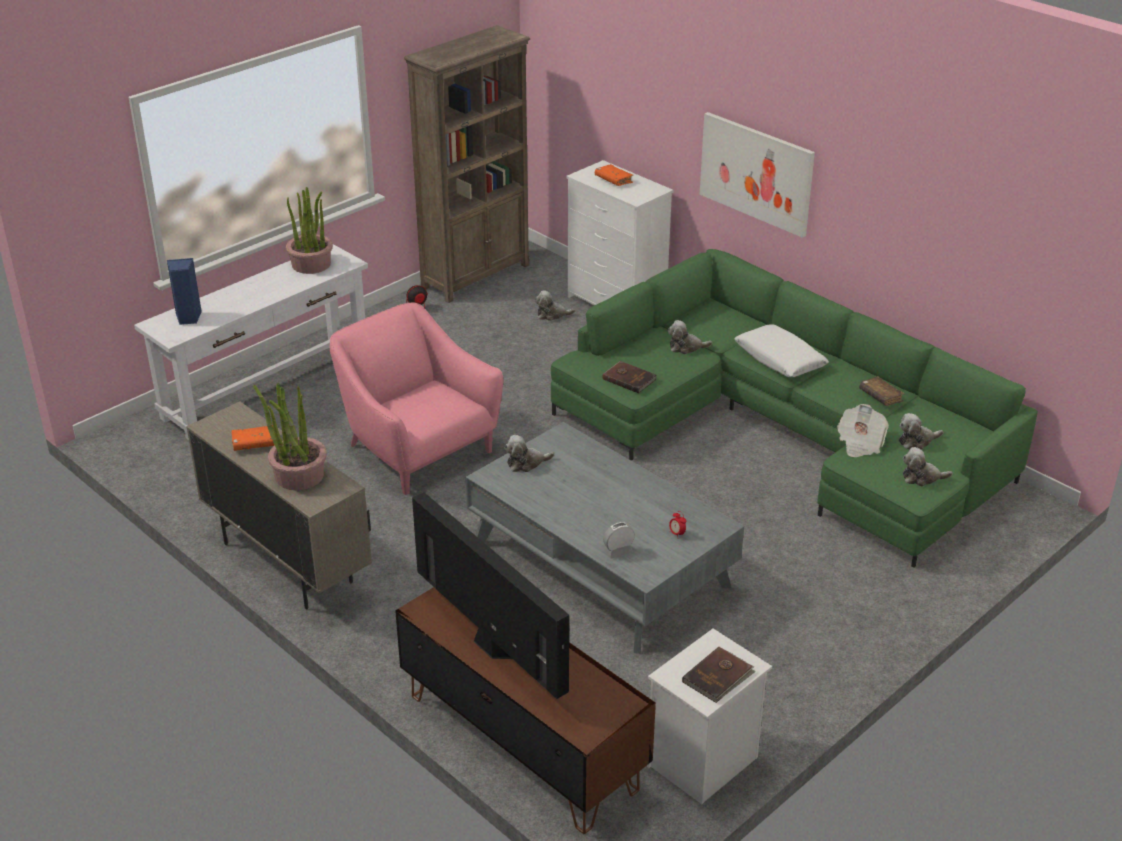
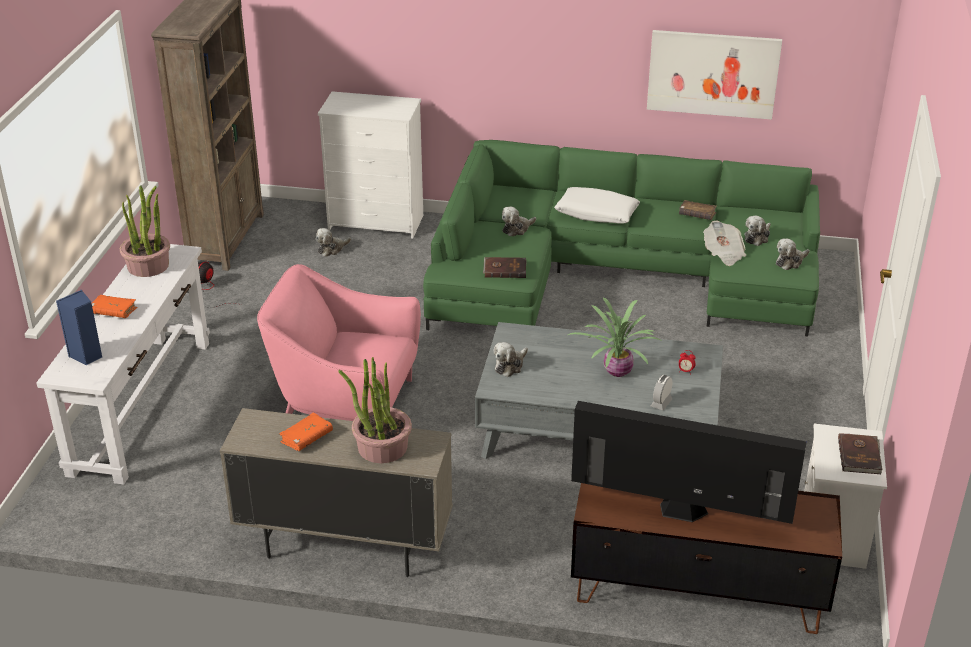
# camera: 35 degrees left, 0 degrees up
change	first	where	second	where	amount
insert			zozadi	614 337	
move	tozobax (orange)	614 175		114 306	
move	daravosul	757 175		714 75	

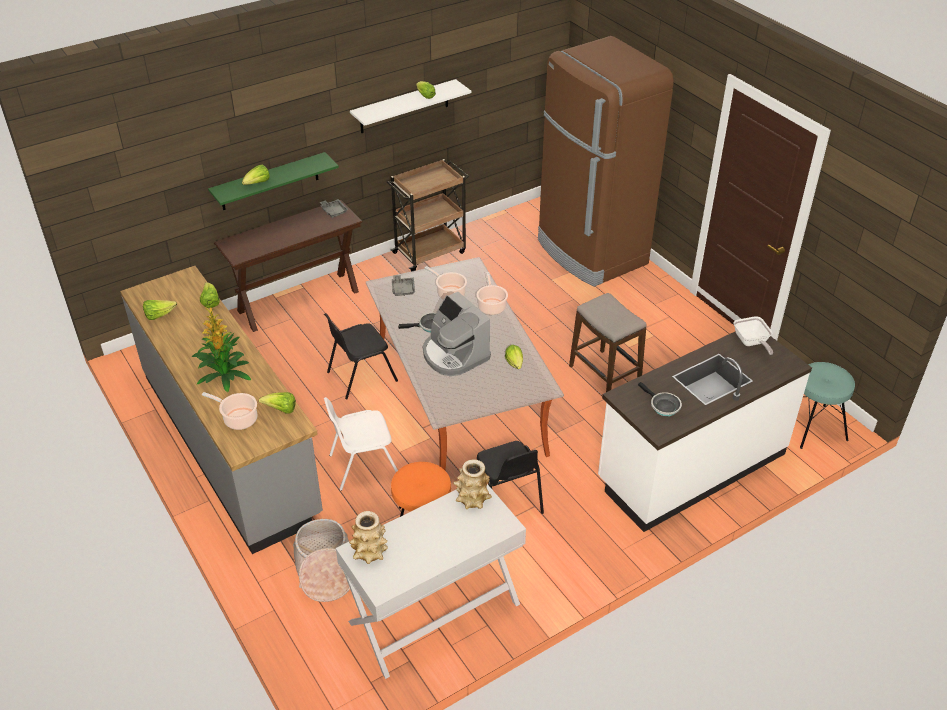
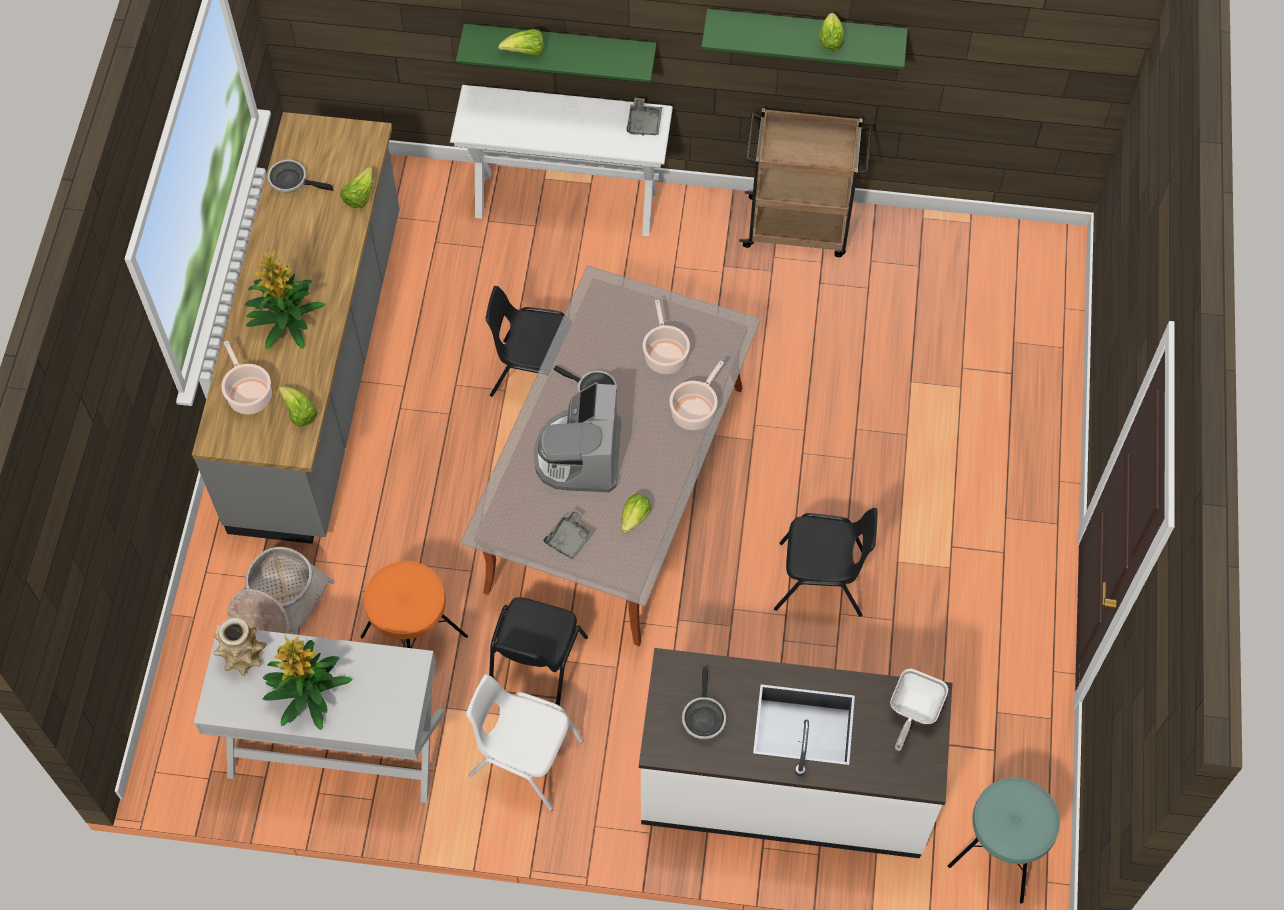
# camera: 40 degrees right, 20 degrees up
change	first	where	second	where	amount
delete	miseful	472 484			
delete	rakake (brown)	606 161			
insert			zozadi	308 683	
move	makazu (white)	361 444		524 742	
move	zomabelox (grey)	403 285		568 534	
replace	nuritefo	160 310	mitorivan	300 176	
replace	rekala	608 342	makazu (black)	825 562	
recolor	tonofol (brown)	288 266	tonofol (white)	561 160	
recolor	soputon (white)	410 106	soputon (green)	804 39	

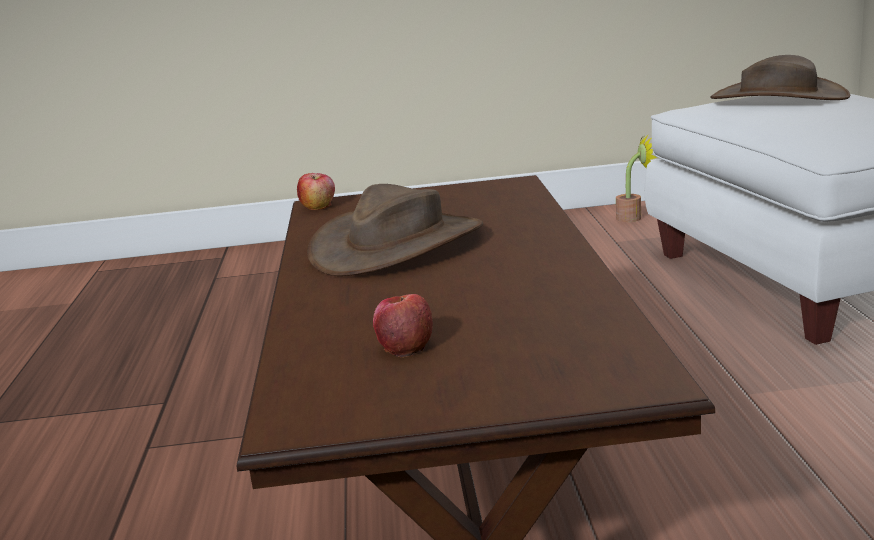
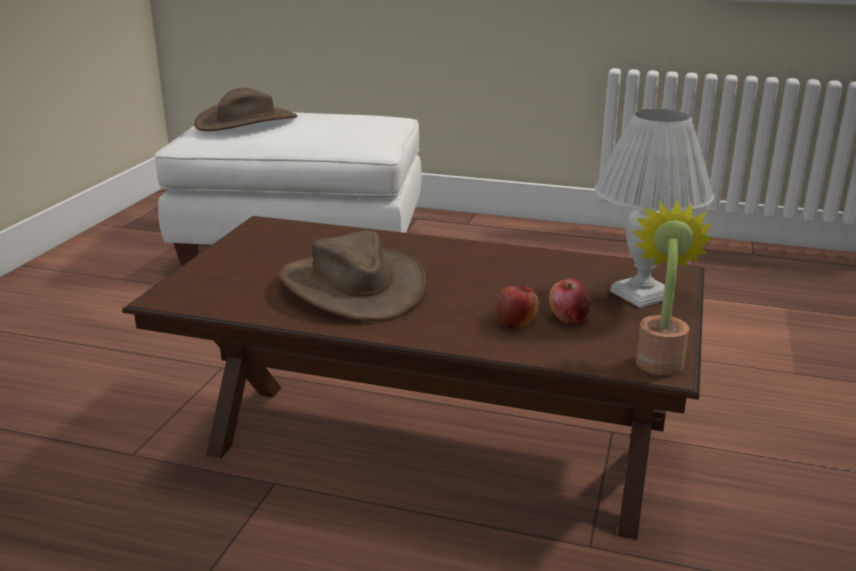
# camera: 70 degrees left, 5 degrees up
change	first	where	second	where	amount
insert			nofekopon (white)	654 208	
move	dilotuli	316 191		517 307	
move	zozadi	636 178		673 287	

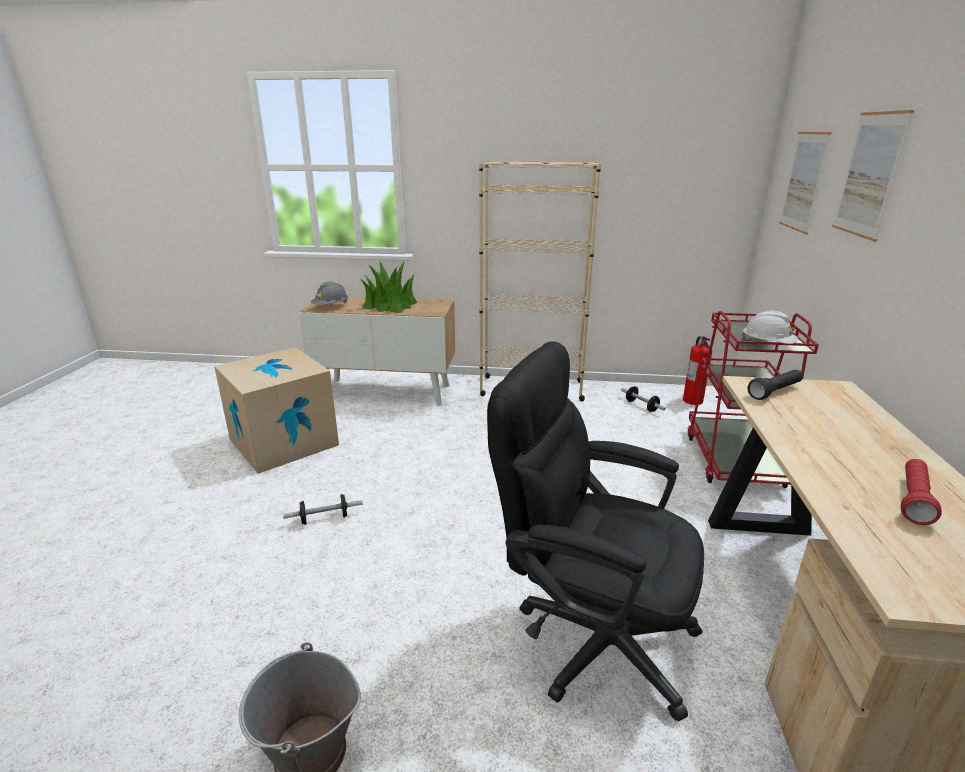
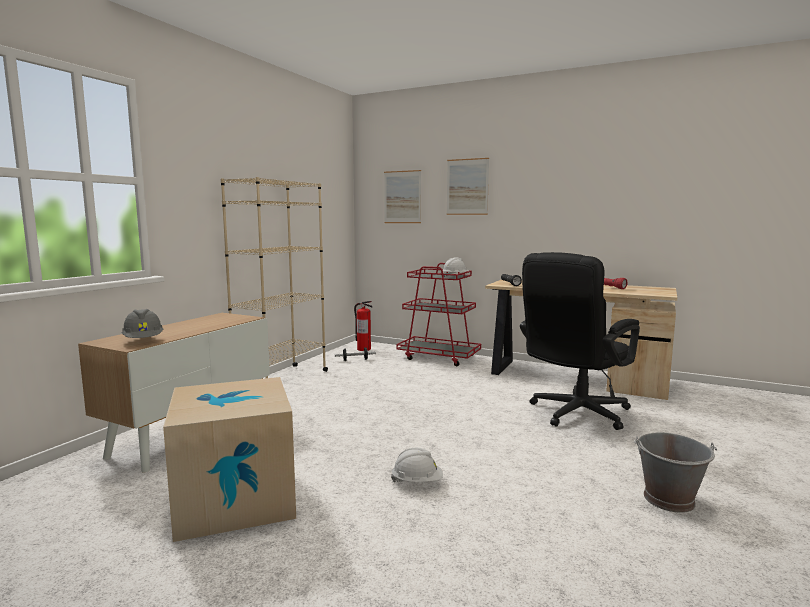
# camera: 70 degrees left, 15 degrees down
change	first	where	second	where	amount
delete	zozadi	389 286			
replace	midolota	323 509	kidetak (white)	417 465	

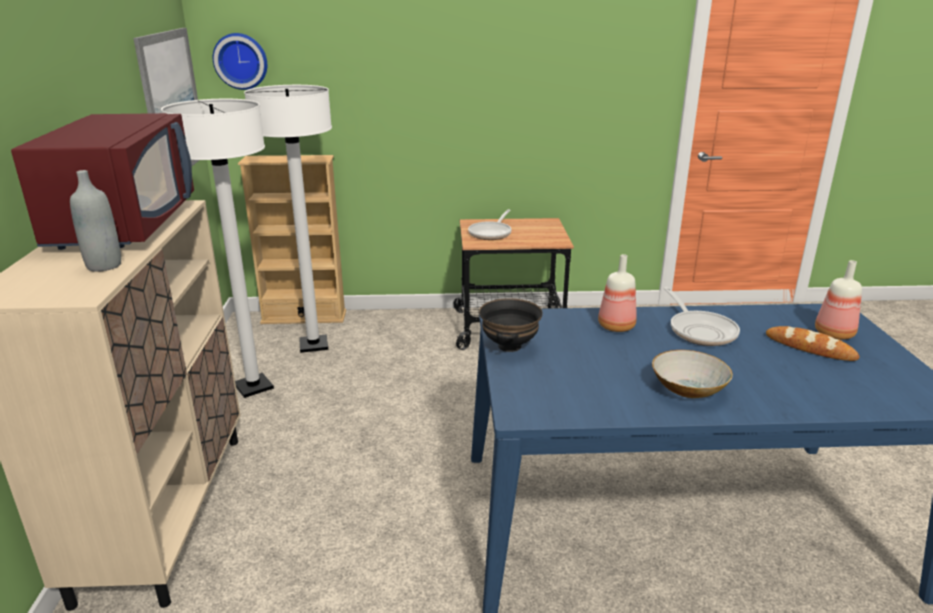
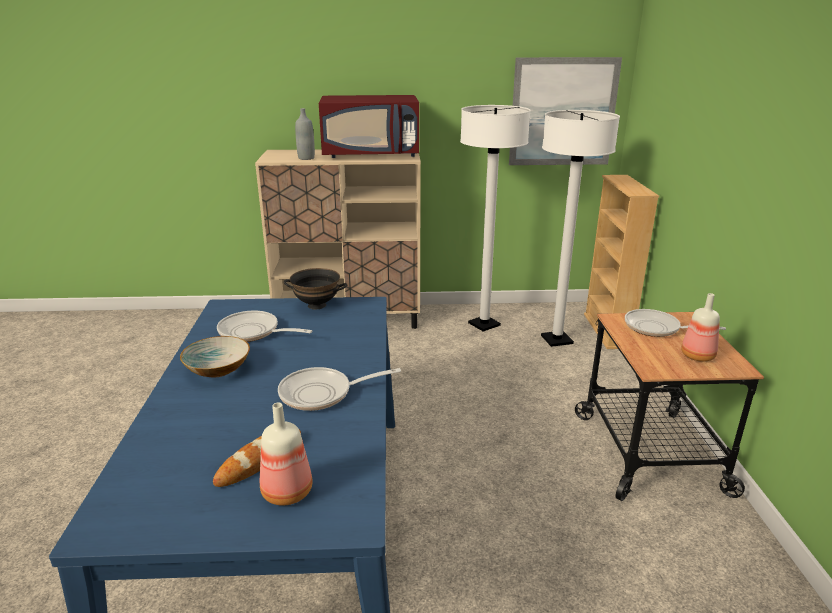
# camera: 90 degrees right, 0 degrees up
change	first	where	second	where	amount
delete	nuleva	240 61			
insert			mitorivan	264 326	
move	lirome	617 293		700 327	

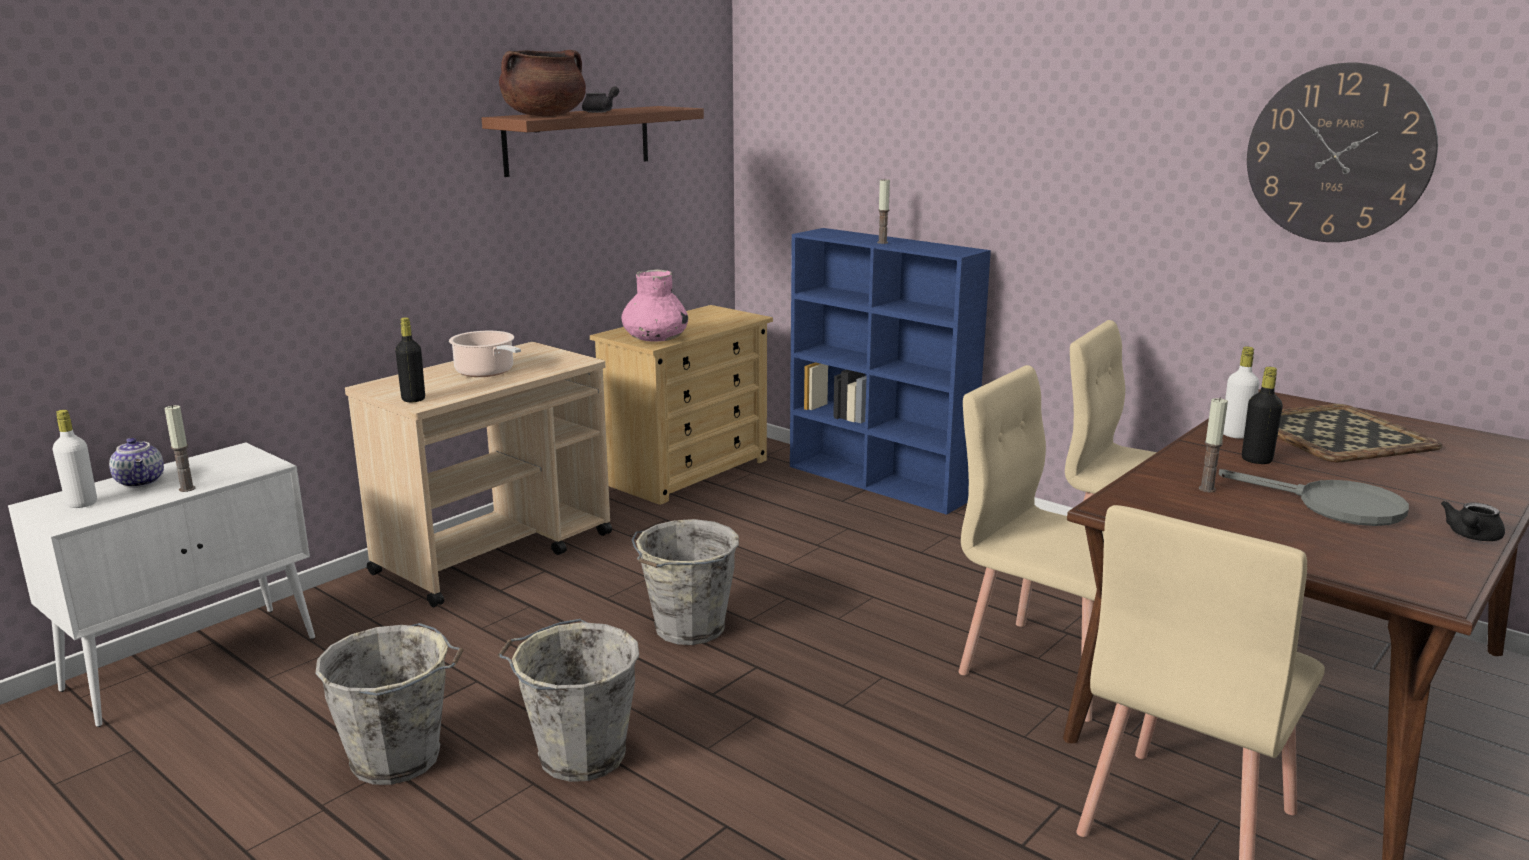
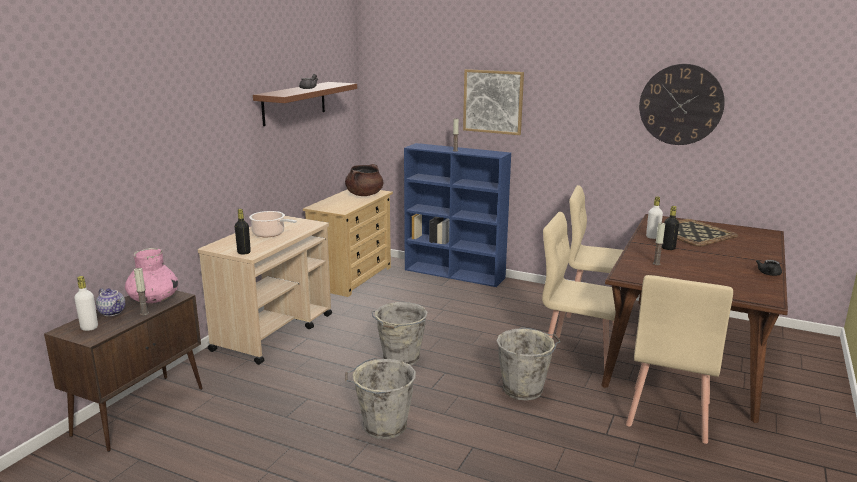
# camera: 15 degrees left, 0 degrees up
change	first	where	second	where	amount
delete	mitorivan (grey)	1314 497			
insert			daravosul	493 102	
move	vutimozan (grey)	389 704		529 363	
move	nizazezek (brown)	542 83		364 180	
move	miseful (pink)	655 305		151 275	
recolor	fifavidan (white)	161 584	fifavidan (brown)	123 371	

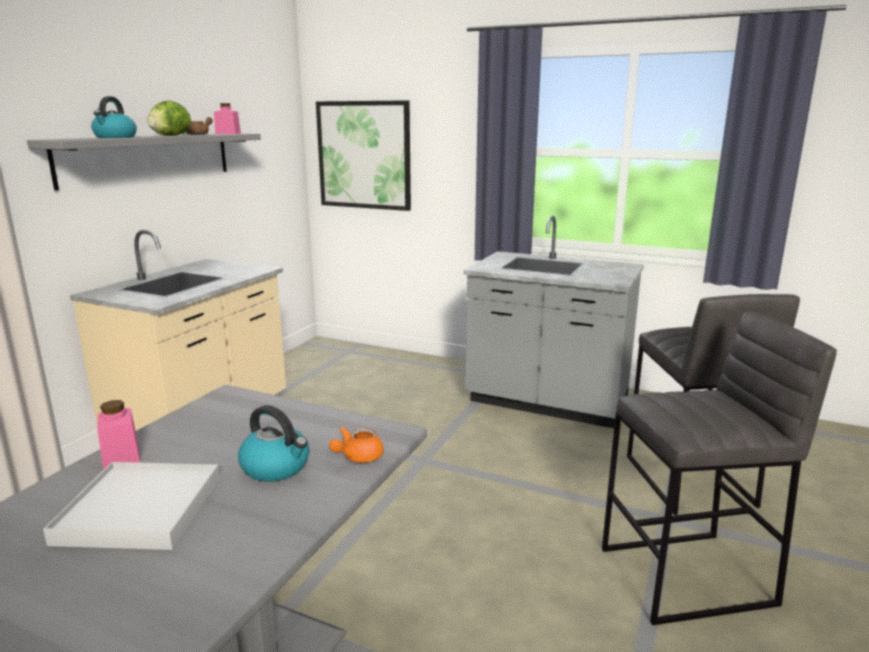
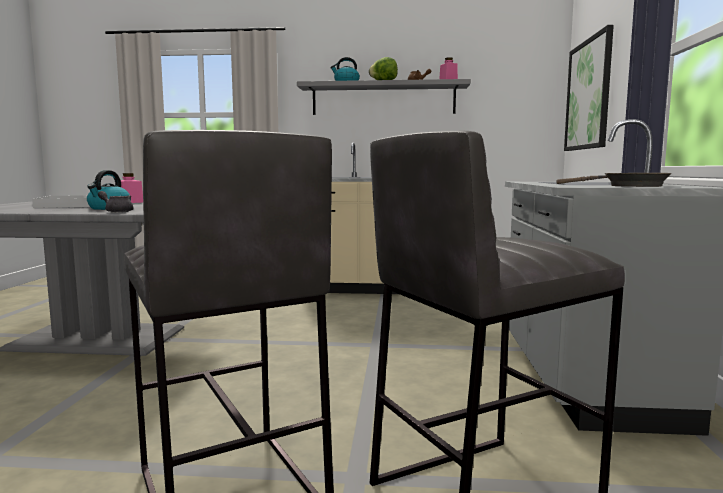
# camera: 70 degrees right, 10 degrees down
change	first	where	second	where	amount
insert			mitorivan (brown)	614 180	
recolor	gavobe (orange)	356 445	gavobe (grey)	116 202	

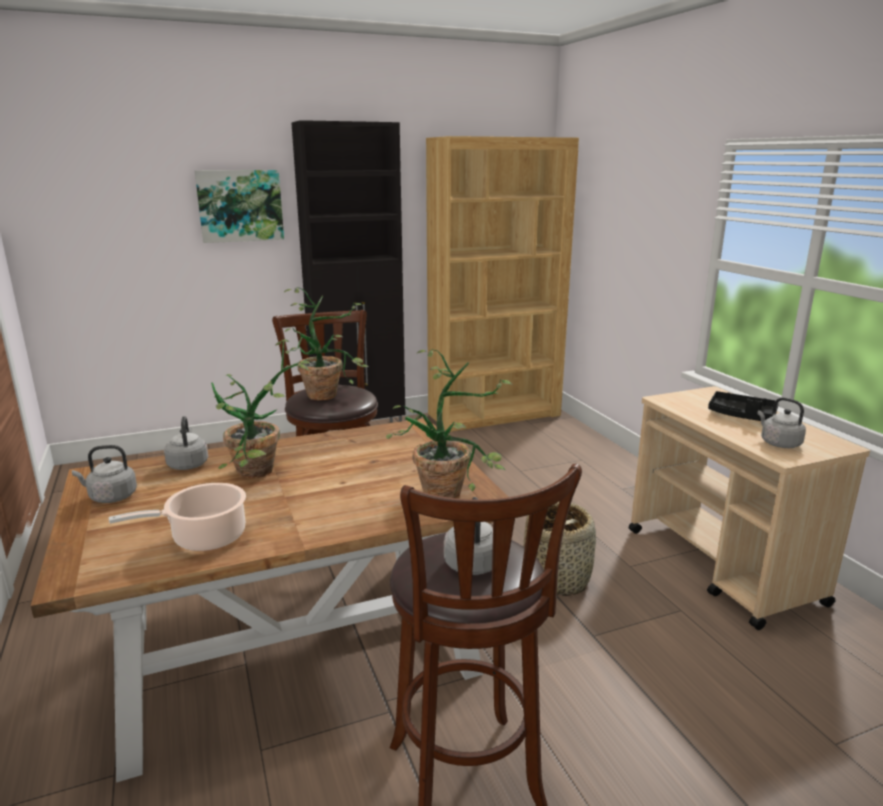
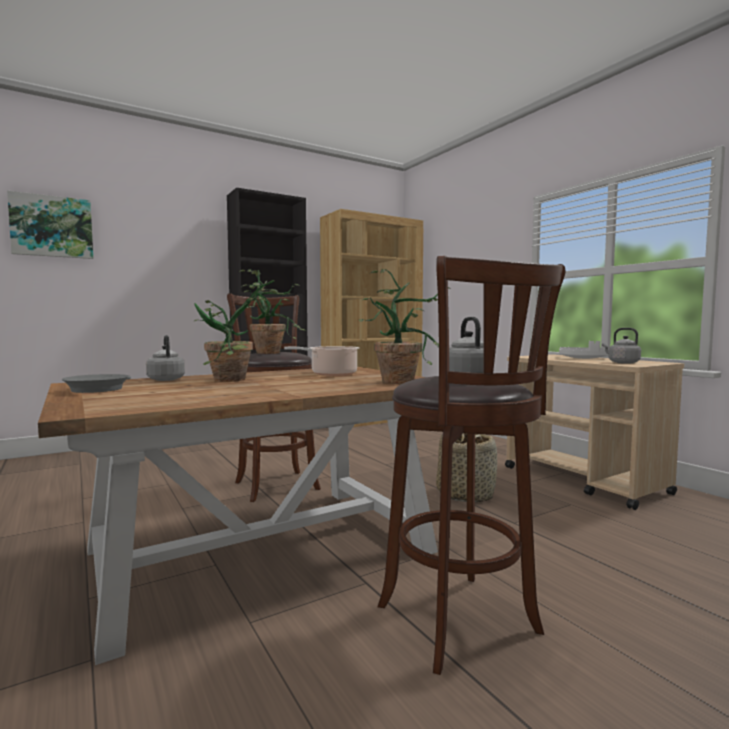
# camera: 10 degrees left, 15 degrees down
change	first	where	second	where	amount
move	nizazezek	177 517		321 361	
move	daravosul	239 206		50 225	
replace	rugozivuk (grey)	104 474	mitorivan (grey)	96 383	
recolor	zomabelox (black)	743 406	zomabelox (white)	584 350	

